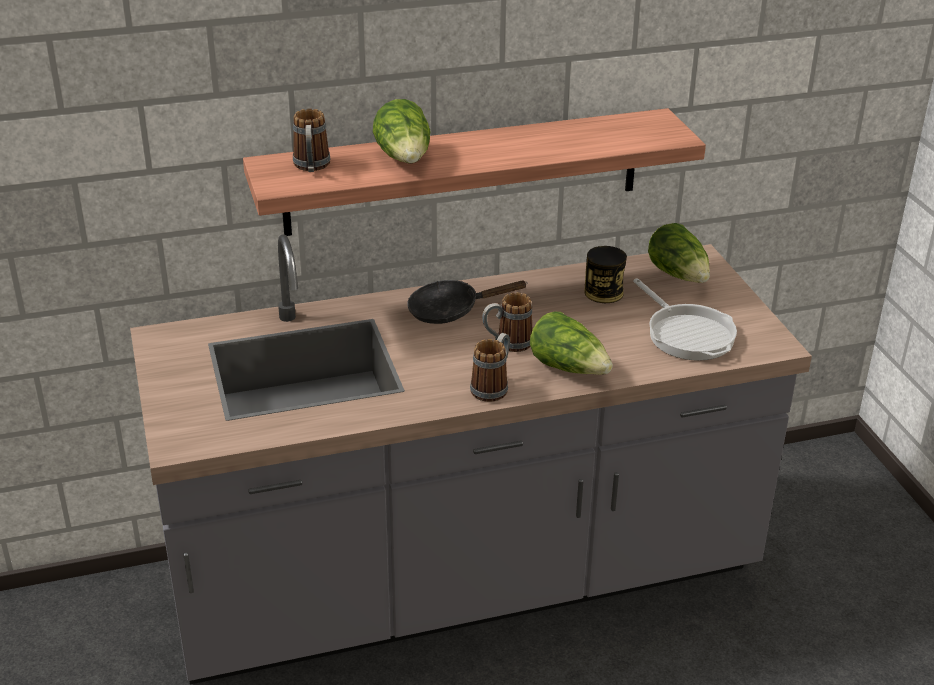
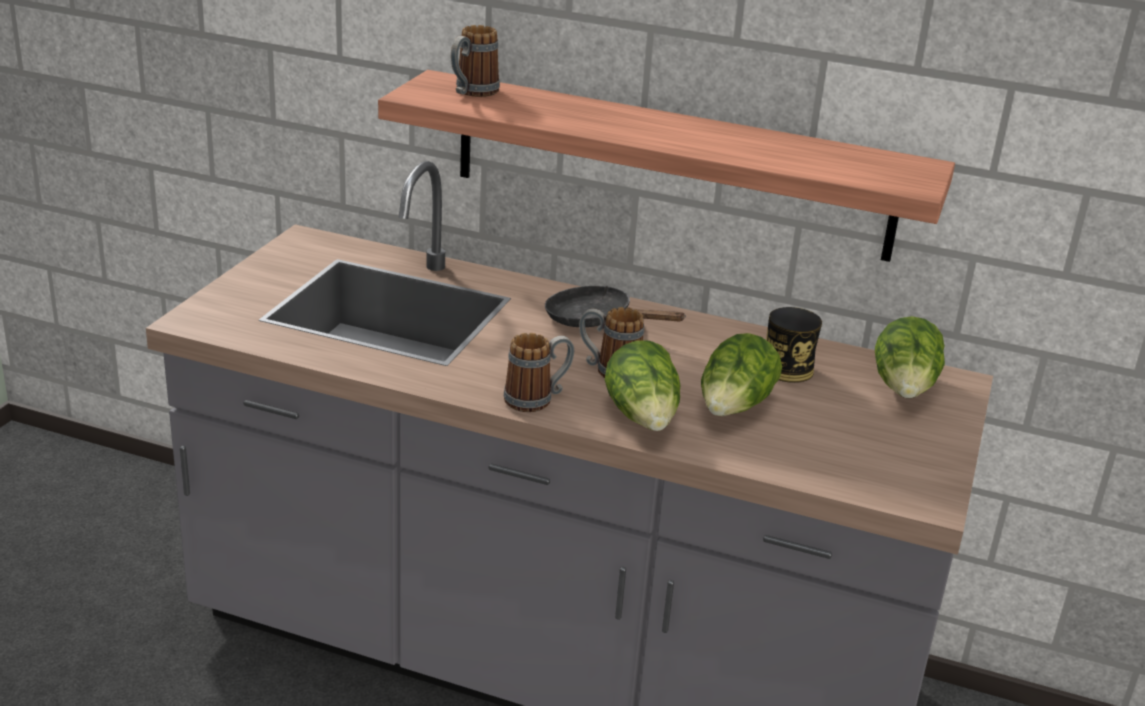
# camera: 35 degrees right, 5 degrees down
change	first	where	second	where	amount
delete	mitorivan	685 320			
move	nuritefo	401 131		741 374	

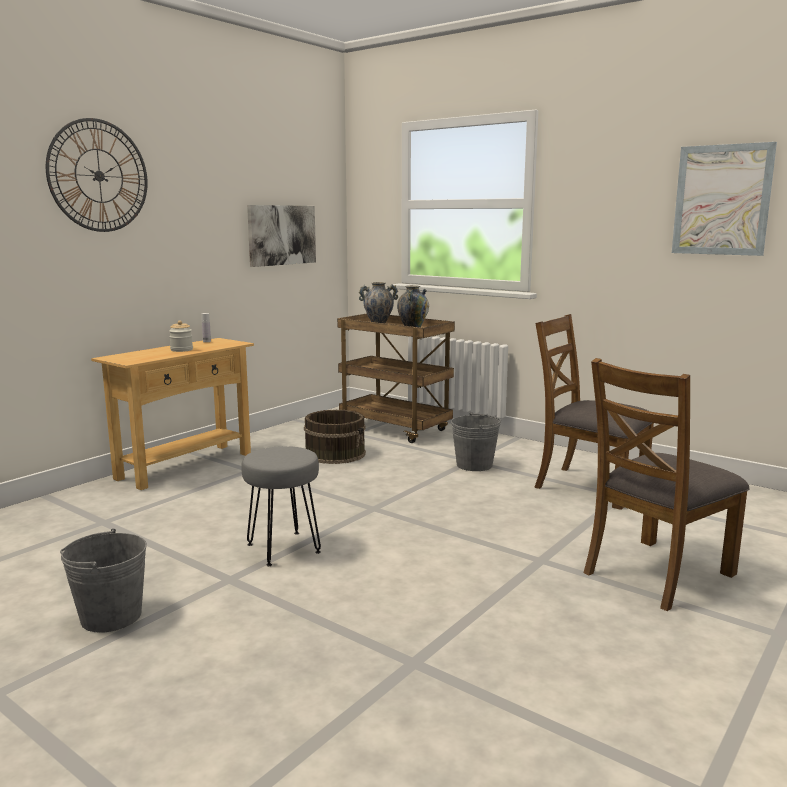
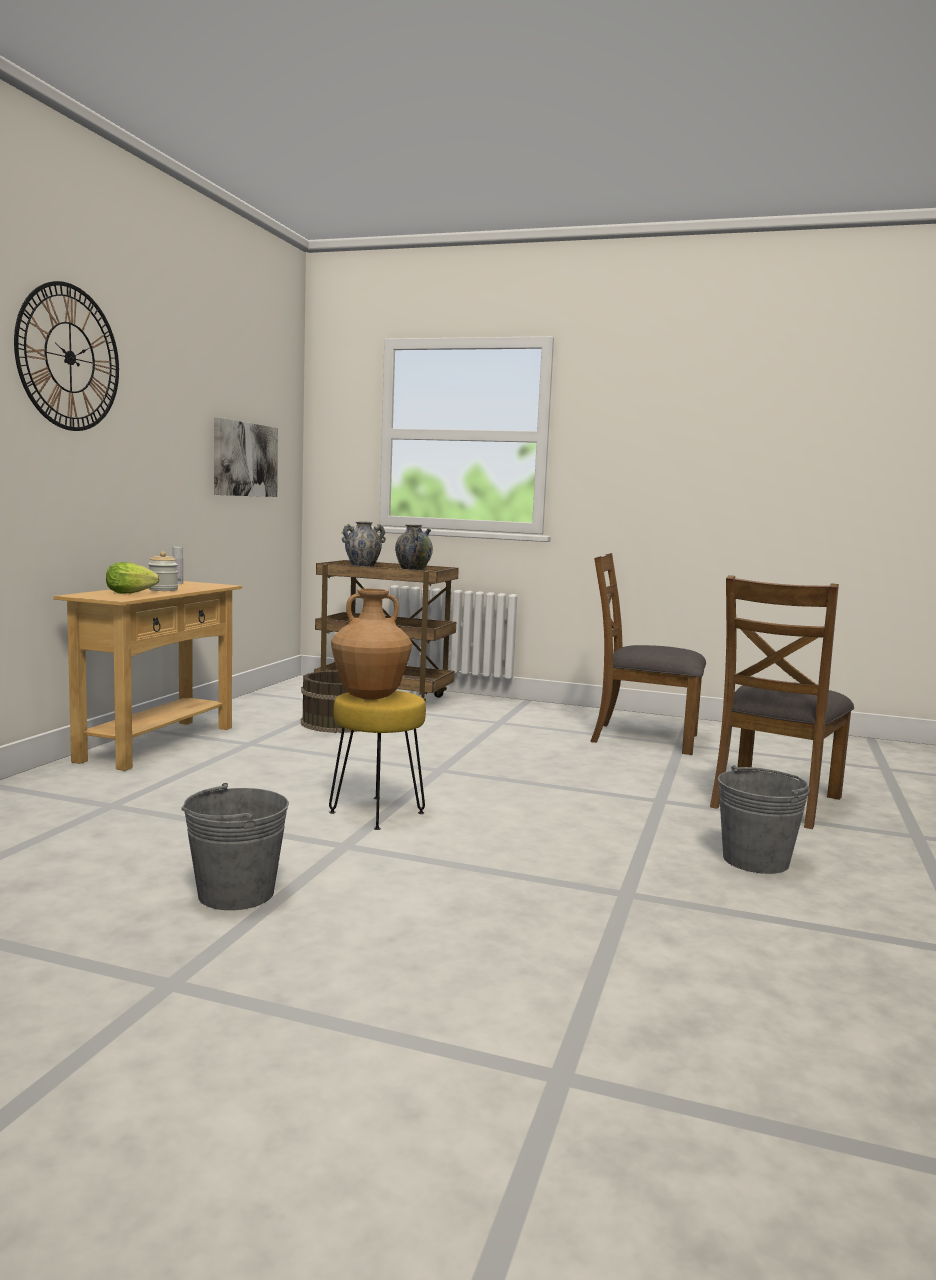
# camera: 20 degrees left, 5 degrees down
change	first	where	second	where	amount
delete	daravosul	724 199			
insert			nuritefo	133 578	
insert			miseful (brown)	371 644	
move	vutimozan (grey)	476 441		764 819	
recolor	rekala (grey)	281 506	rekala (yellow)	377 760	

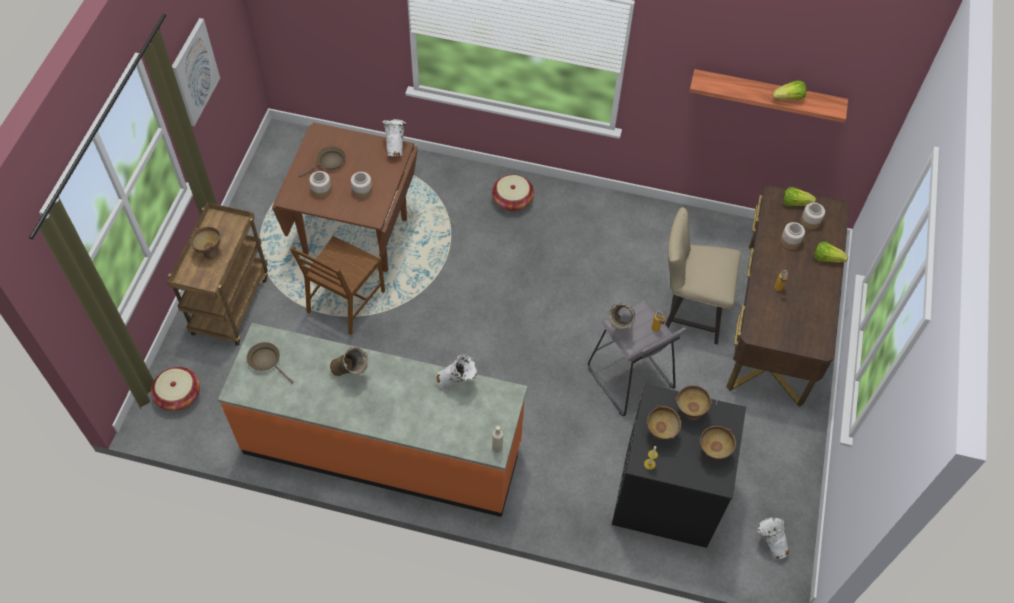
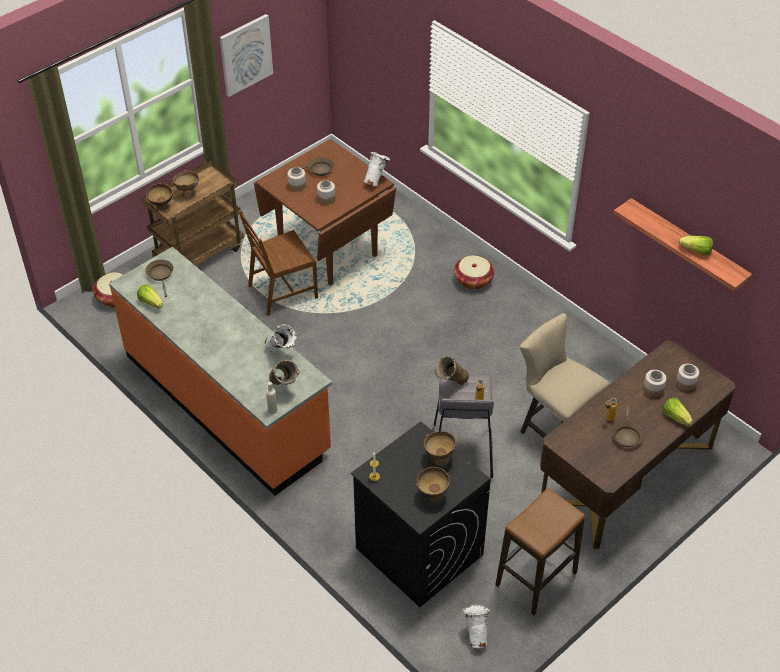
# camera: 35 degrees right, 10 degrees down
change	first	where	second	where	amount
insert			rekala	540 552	
insert			mitorivan (brown)	628 426	
move	miseful (beige)	349 361		284 372	
move	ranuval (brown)	664 422		159 196	
move	nuritefo	799 196		150 297	

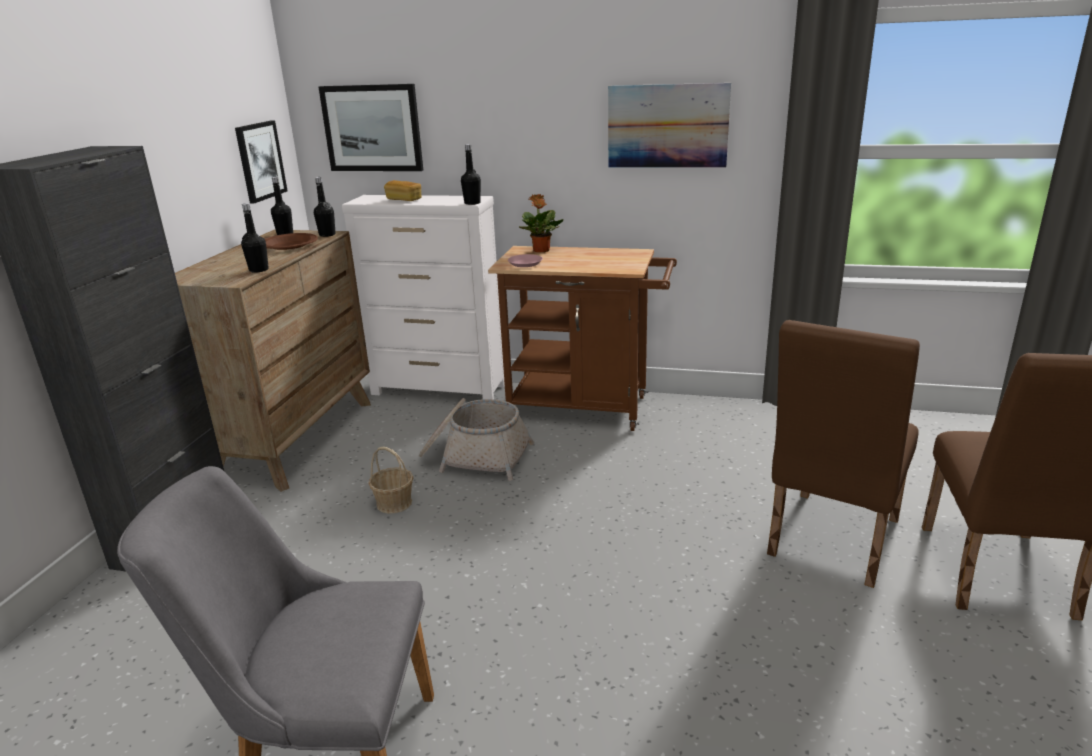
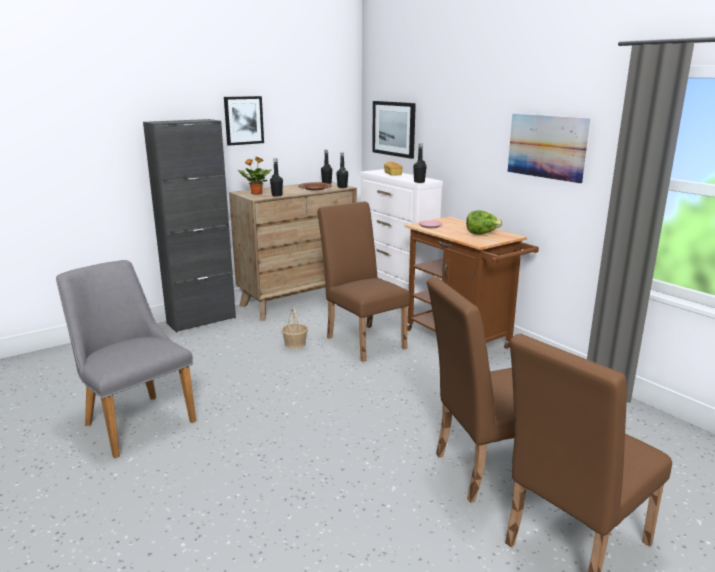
# camera: 40 degrees right, 5 degrees down
change	first	where	second	where	amount
insert			nuritefo	484 222	
move	daravosul	261 161		244 121	
move	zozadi	541 223		255 176	
replace	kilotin	476 439	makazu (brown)	363 281	

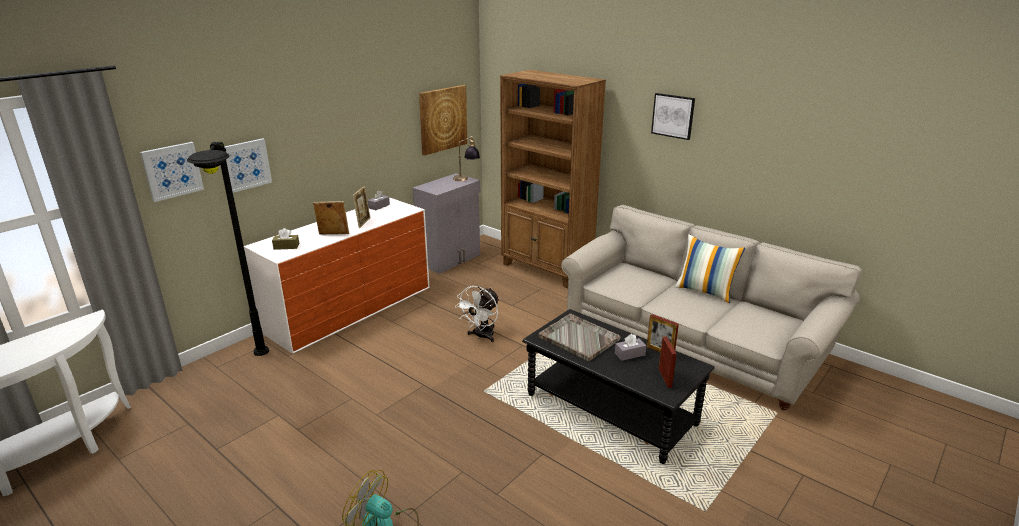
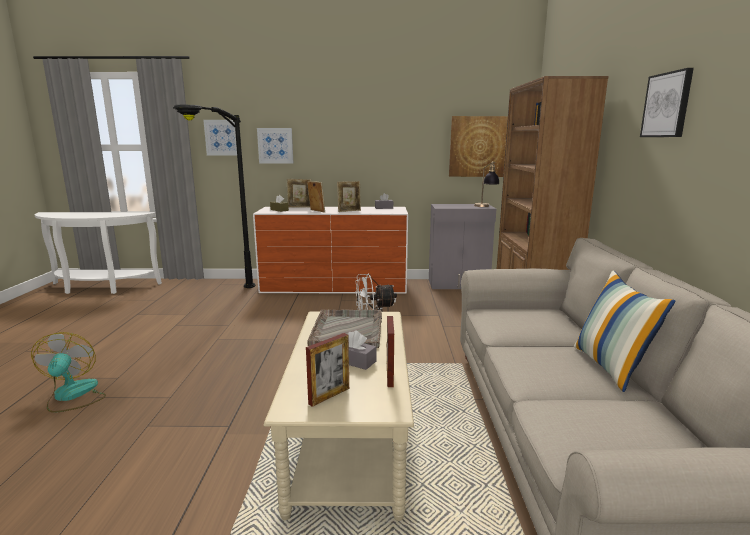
# camera: 50 degrees right, 10 degrees down
change	first	where	second	where	amount
insert			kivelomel	299 193	
recolor	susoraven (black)	618 386	susoraven (beige)	339 416	

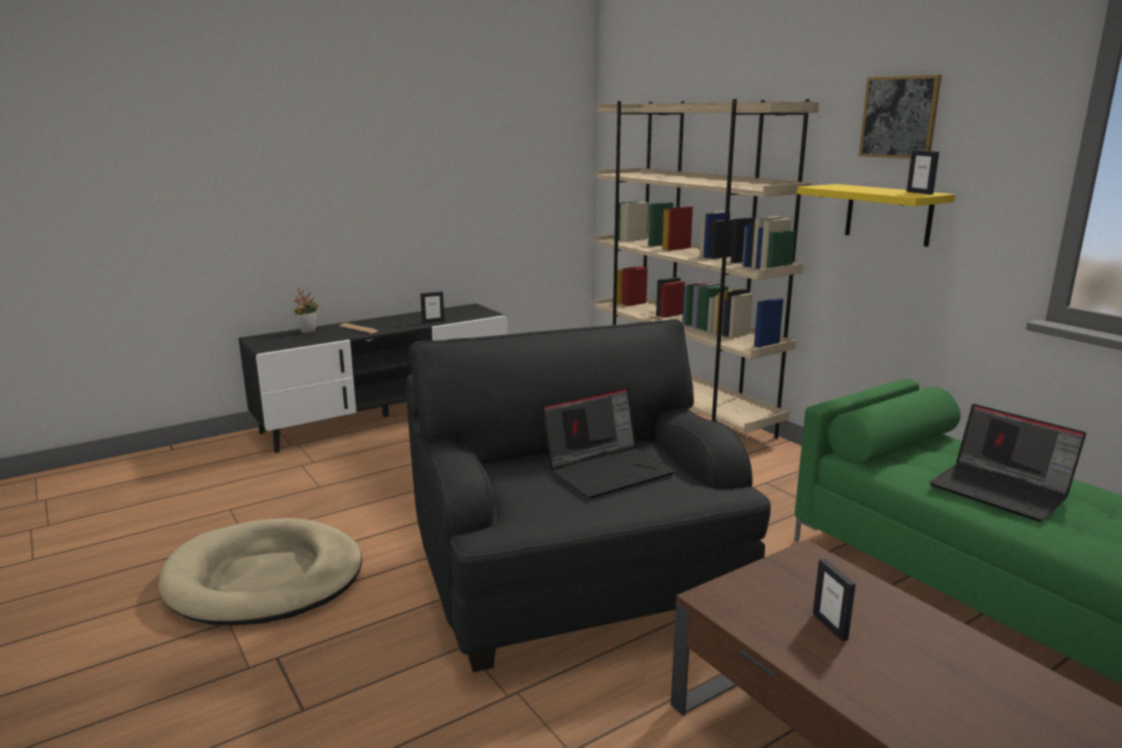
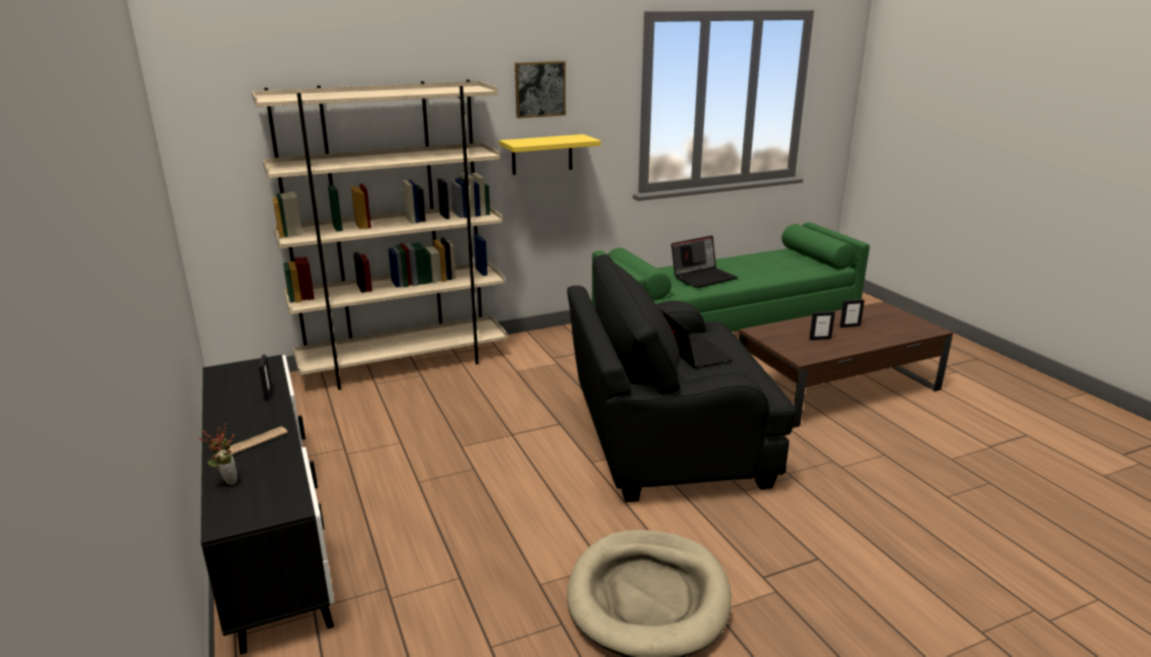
# camera: 80 degrees left, 5 degrees up
change	first	where	second	where	amount
move	kivelomel	922 172		852 313	

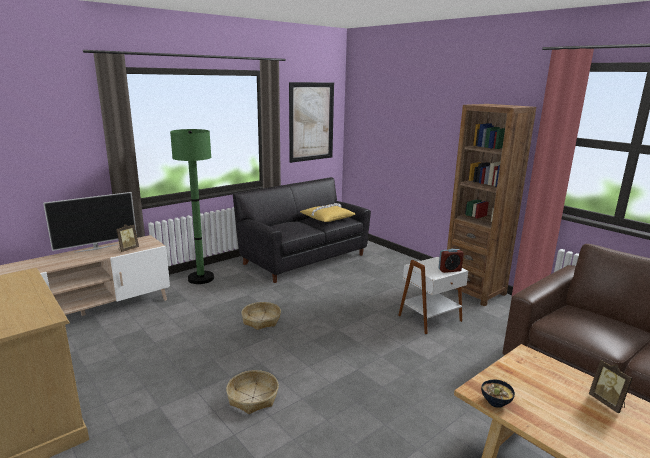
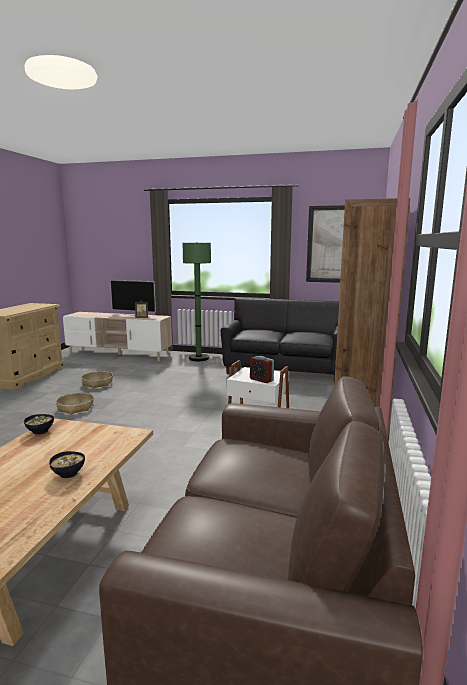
# camera: 55 degrees right, 5 degrees down
change	first	where	second	where	amount
delete	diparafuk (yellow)	328 212			
move	kilotin	261 316		97 380	
replace	kivelomel	611 386	ranuval	67 464	

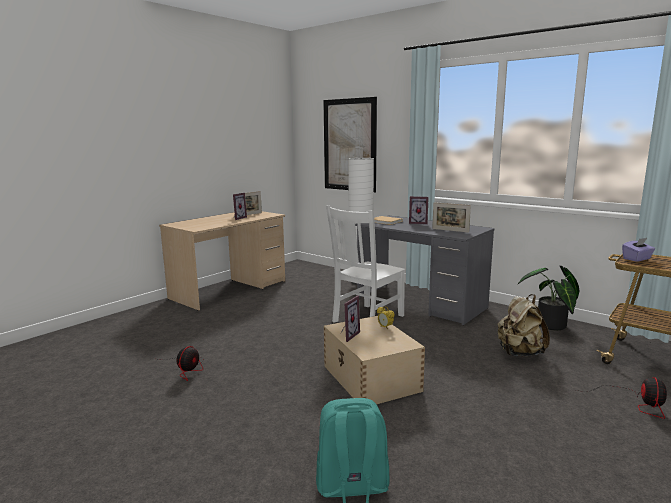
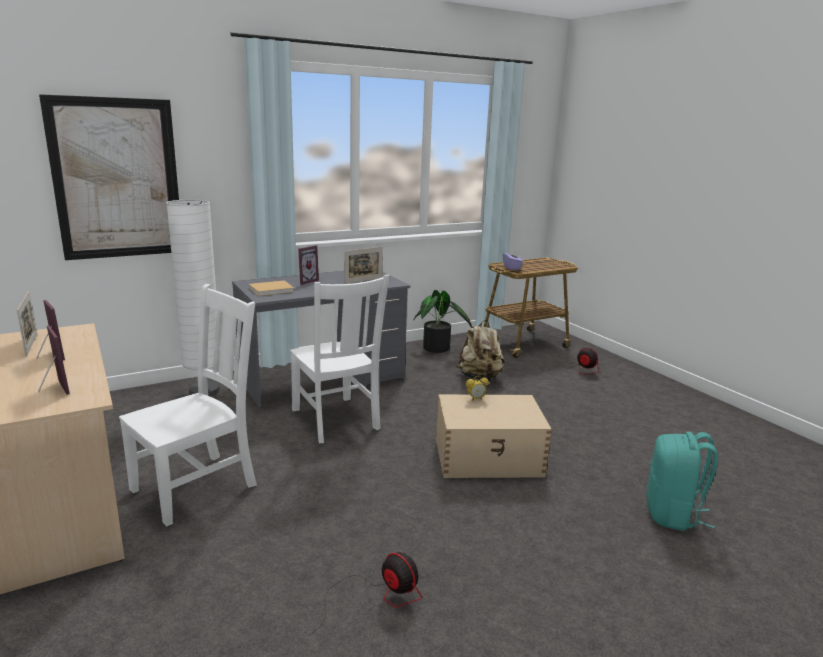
# camera: 70 degrees left, 5 degrees up
change	first	where	second	where	amount
insert			makazu (white)	188 405	
move	kivelomel	350 318		54 360	

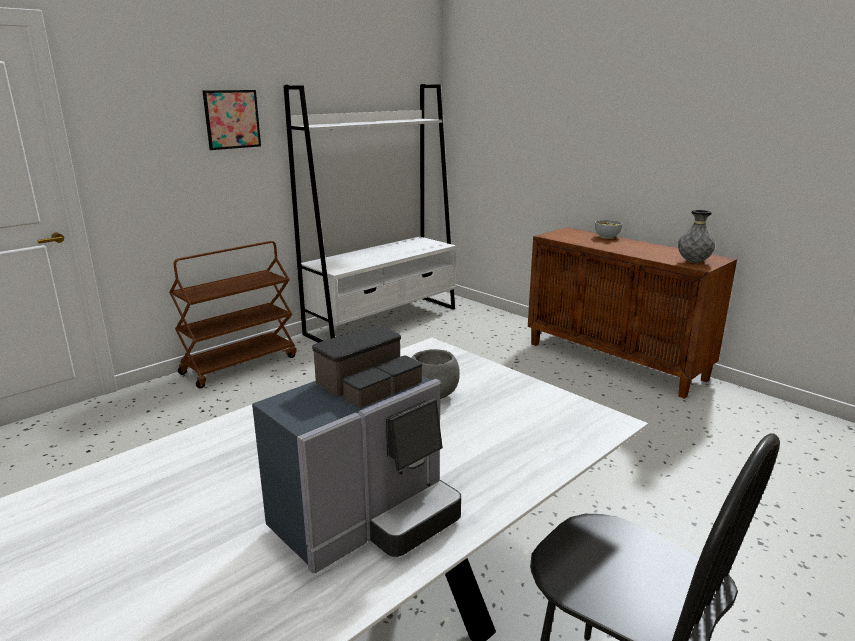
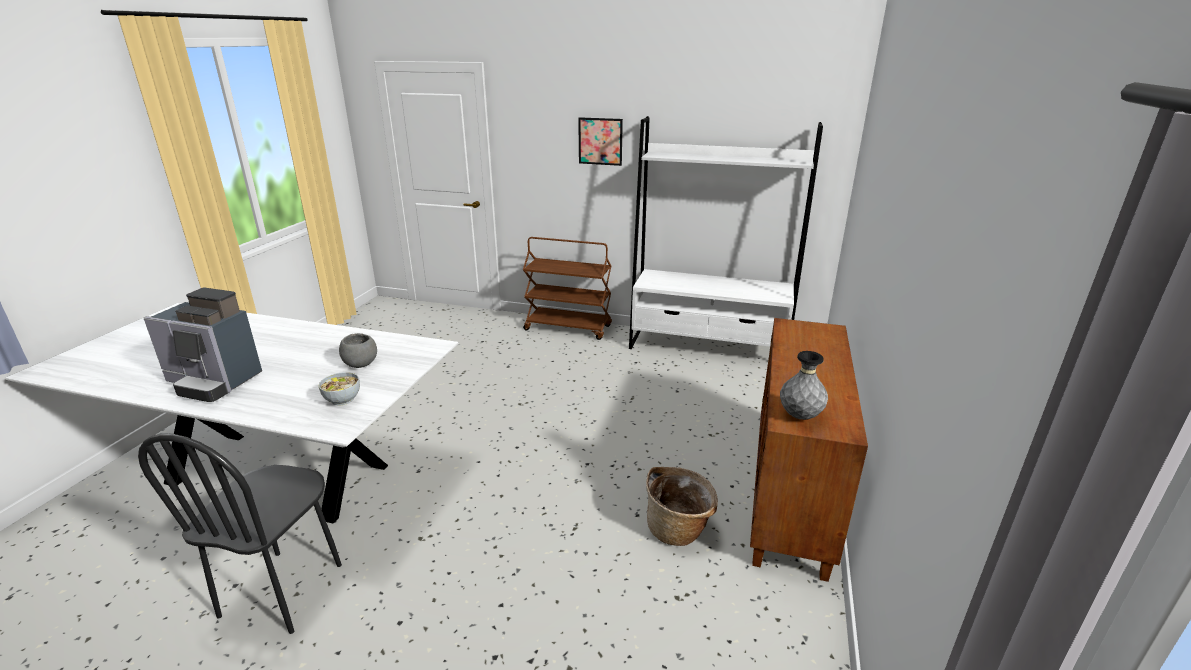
# camera: 60 degrees right, 5 degrees up
change	first	where	second	where	amount
insert			kilotin	682 506	
move	ranuval	608 229		339 388	

